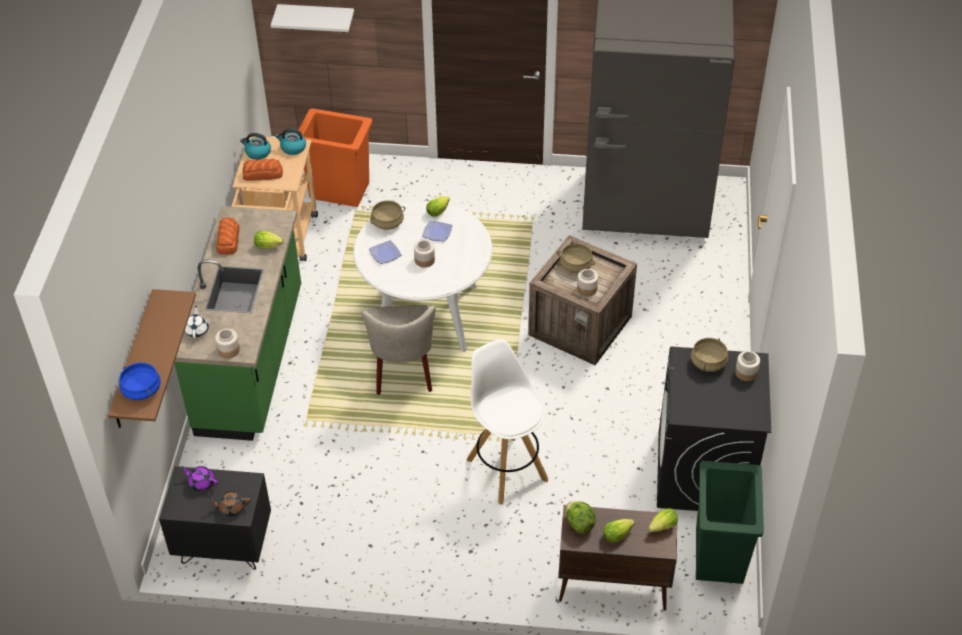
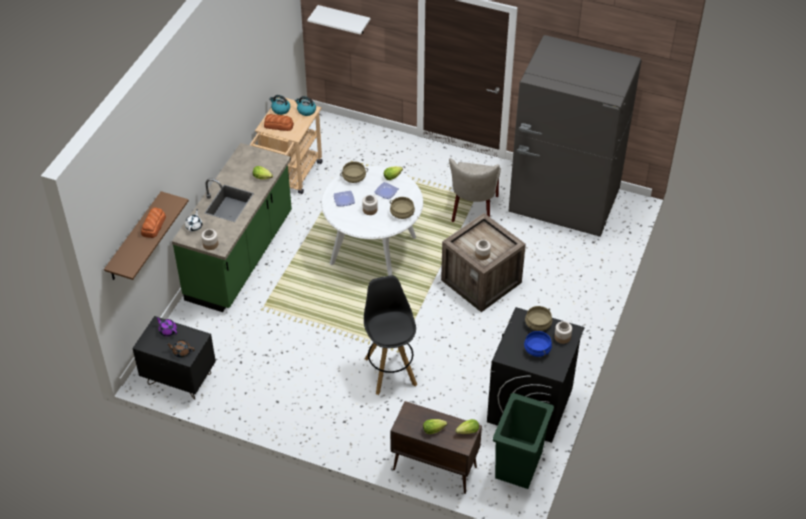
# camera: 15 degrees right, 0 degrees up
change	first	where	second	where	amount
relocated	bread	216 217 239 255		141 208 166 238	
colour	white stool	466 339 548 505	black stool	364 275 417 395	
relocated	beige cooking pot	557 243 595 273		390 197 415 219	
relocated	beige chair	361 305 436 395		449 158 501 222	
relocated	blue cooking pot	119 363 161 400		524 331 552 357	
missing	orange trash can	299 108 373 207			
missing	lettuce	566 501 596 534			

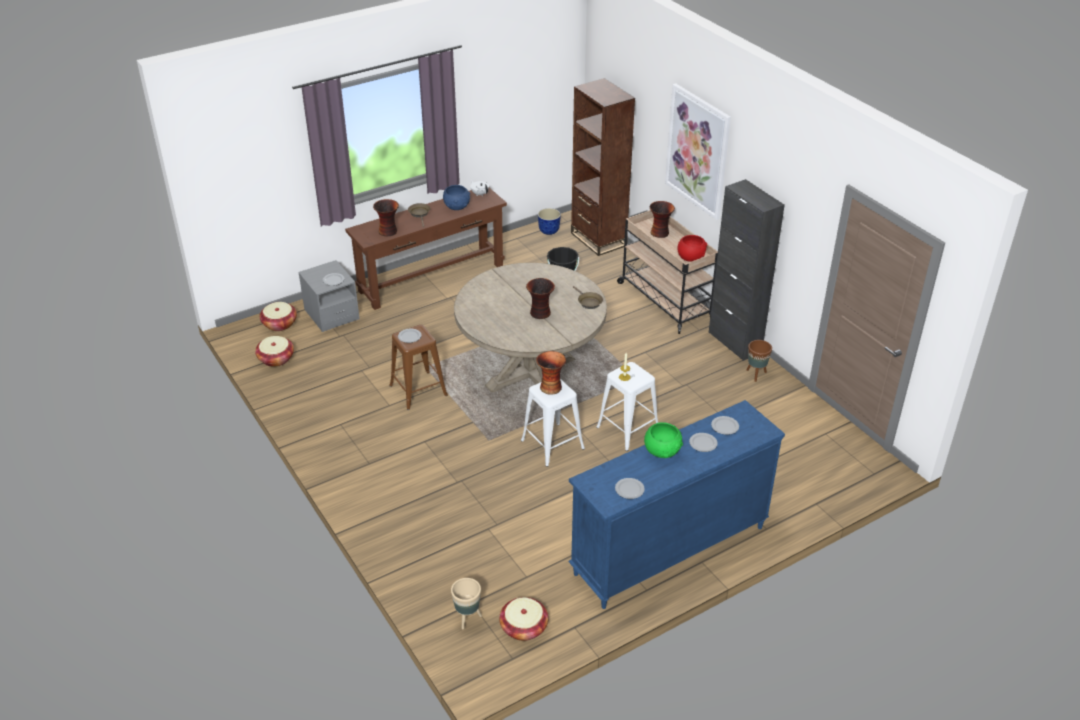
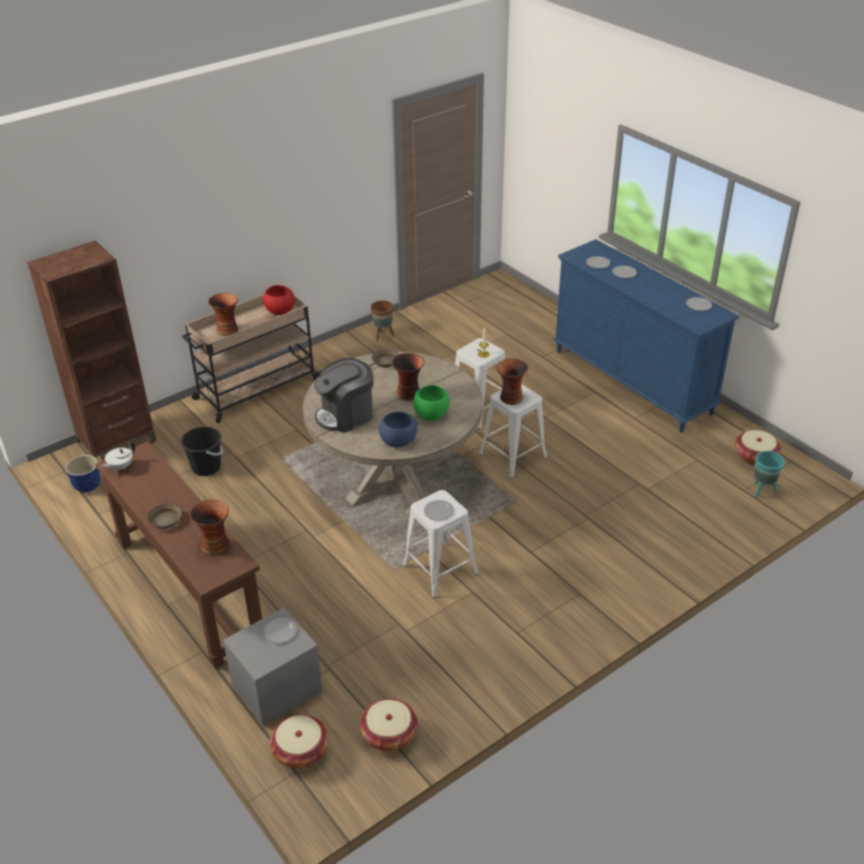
# camera: 95 degrees left, 0 degrees up
change	first	where	second	where	amount
appeared			coffee machine	314 358 373 433	
relocated	blue bowl	443 185 470 210		379 411 418 447	
colour	brown stool	390 325 448 410	white stool	402 490 478 598	
relocated	green bowl	644 422 683 458		413 385 450 421	
colour	beige planter	451 578 482 629	turquoise planter	754 451 785 498	
missing	picture	665 83 731 220			
missing	black cabinet	709 179 785 361			

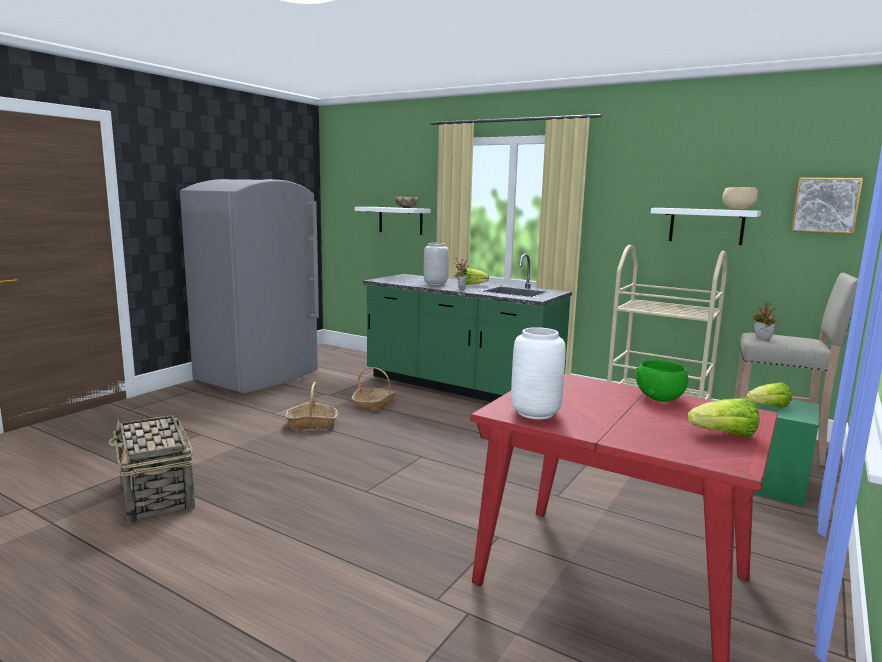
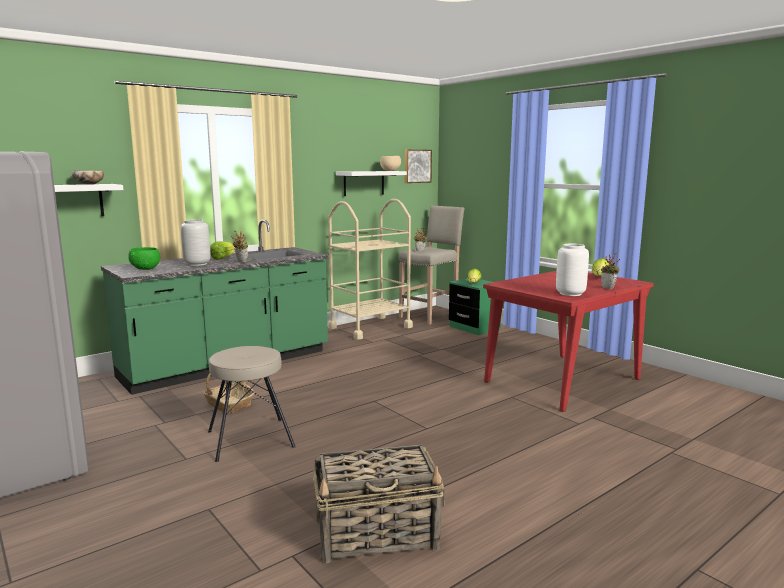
# camera: 70 degrees left, 0 degrees up
change	first	where	second	where	amount
relocated	green bowl	636 360 688 402		128 247 160 270	
exchanged	basket	286 382 338 430	beige stool	208 346 295 462	
appeared			potted plant	601 253 620 289	

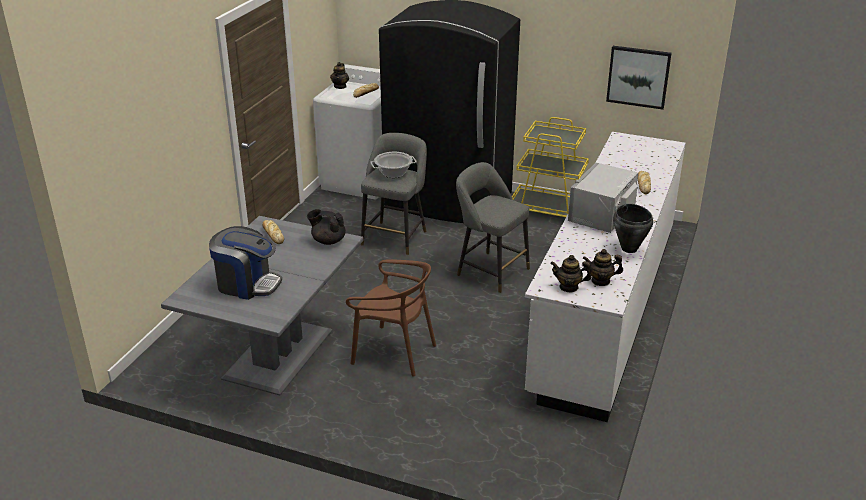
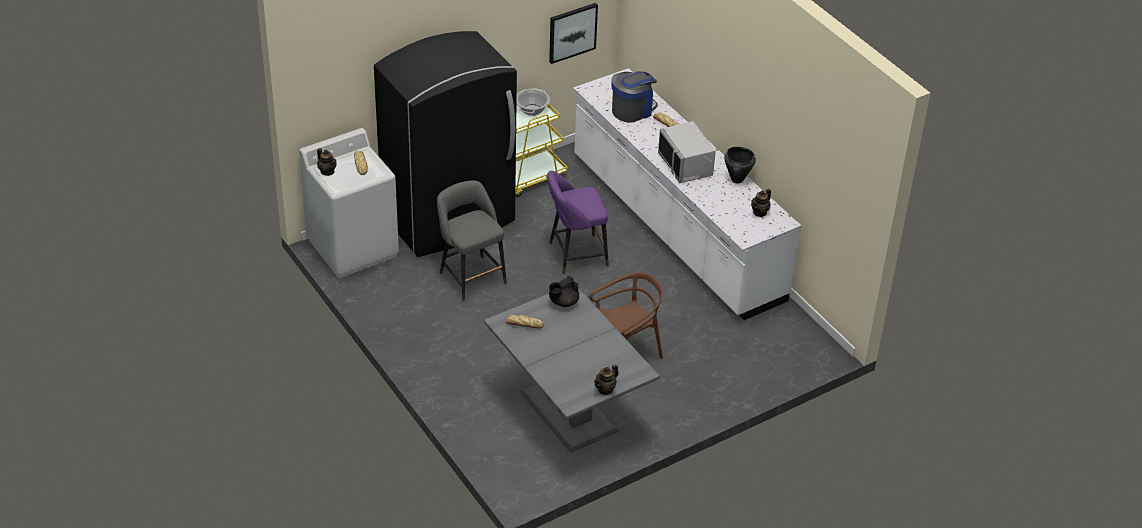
# camera: 55 degrees left, 10 degrees up
change	first	where	second	where	amount
relocated	cooking pot	370 152 417 178		516 88 550 116	
colour	grey stool	456 162 530 293	purple stool	547 171 609 274	
relocated	teapot	550 255 592 292		594 364 618 395	
relocated	coffee machine	209 226 282 300		611 71 658 123	

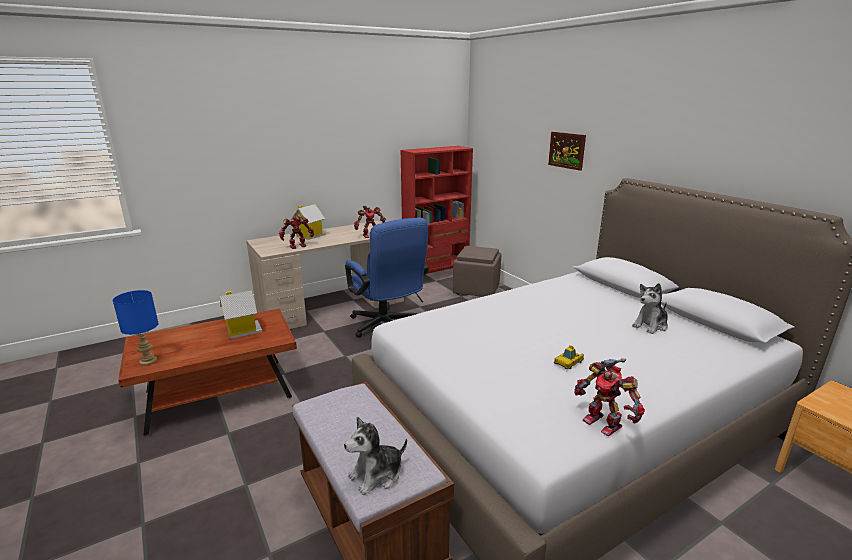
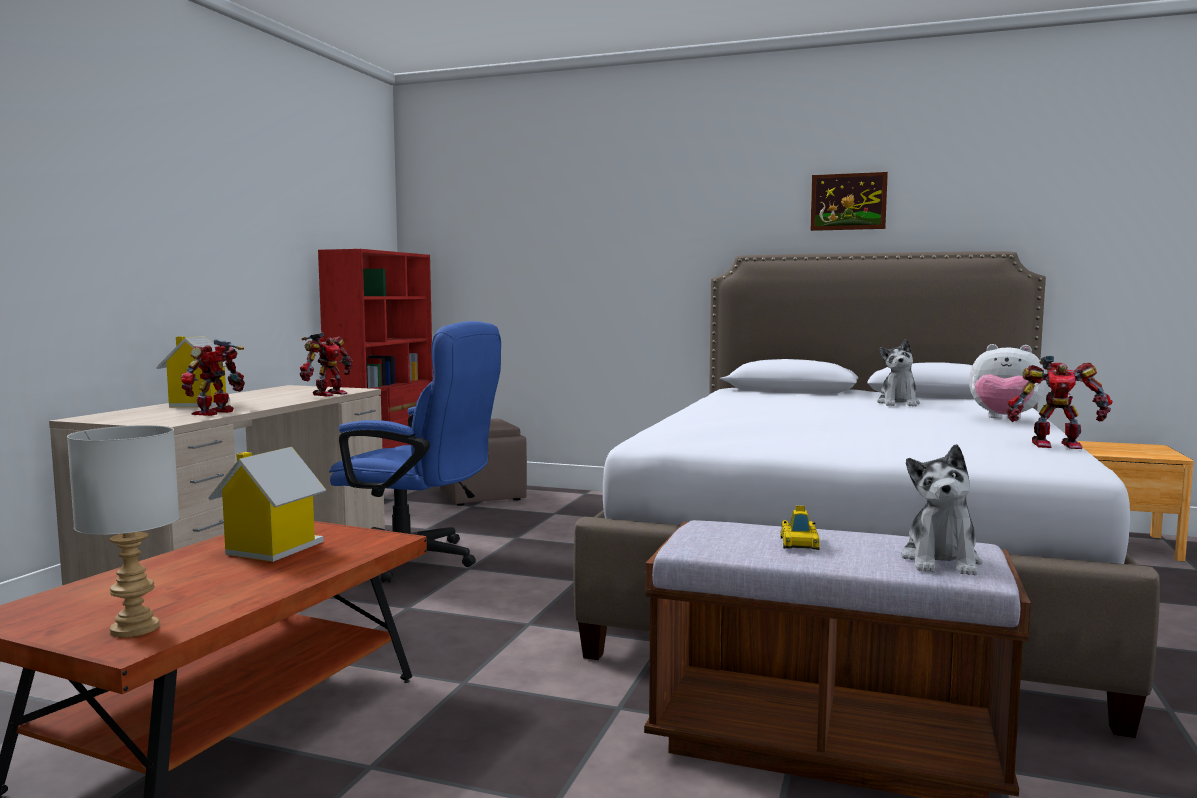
# camera: 40 degrees left, 15 degrees down
change	first	where	second	where	amount
colour	blue table lamp	113 290 159 366	grey table lamp	67 425 179 638	
relocated	toy car	554 345 584 369		780 506 820 550	
relocated	picture	548 132 586 171		811 172 888 231	
appeared			plush toy	969 344 1046 419	

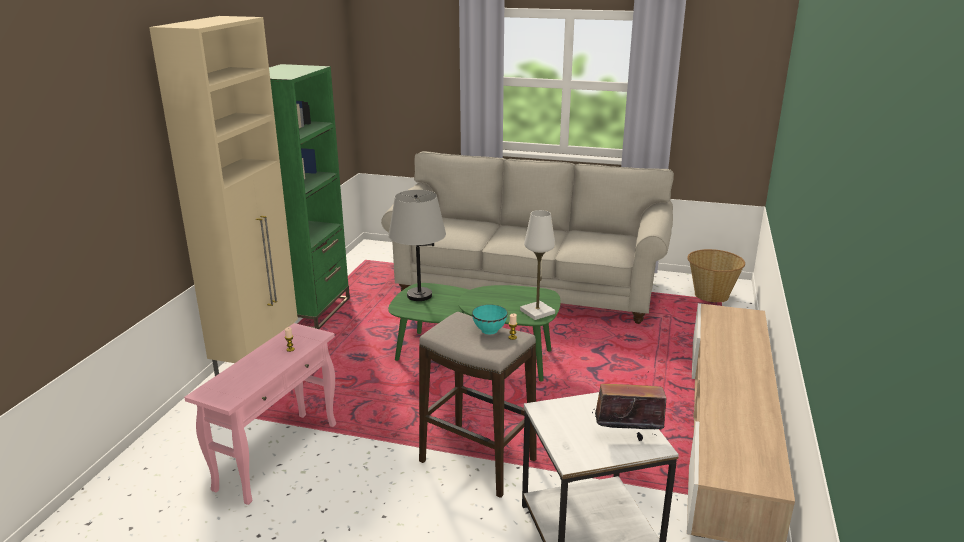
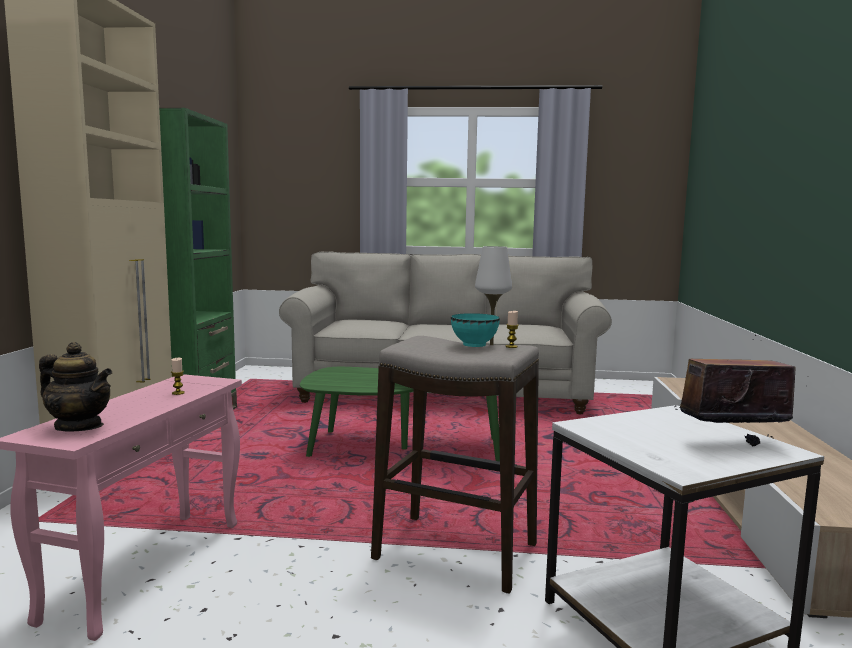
# camera: 10 degrees left, 15 degrees down
change	first	where	second	where	amount
appeared			teapot	39 342 112 432	
missing	grey table lamp	388 190 446 301			
missing	basket	687 249 745 302			

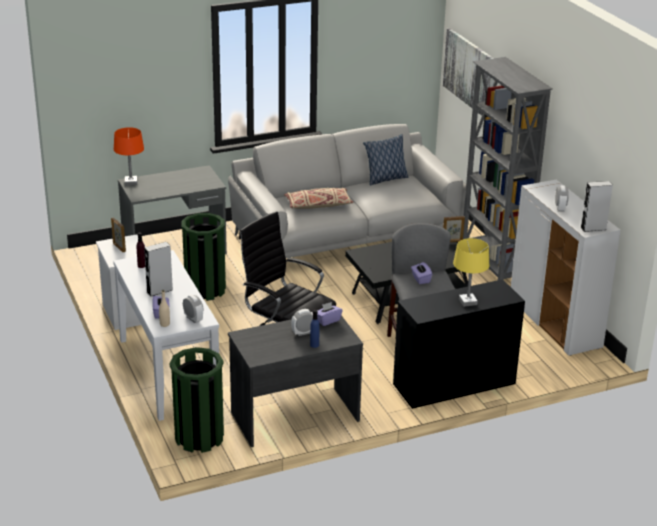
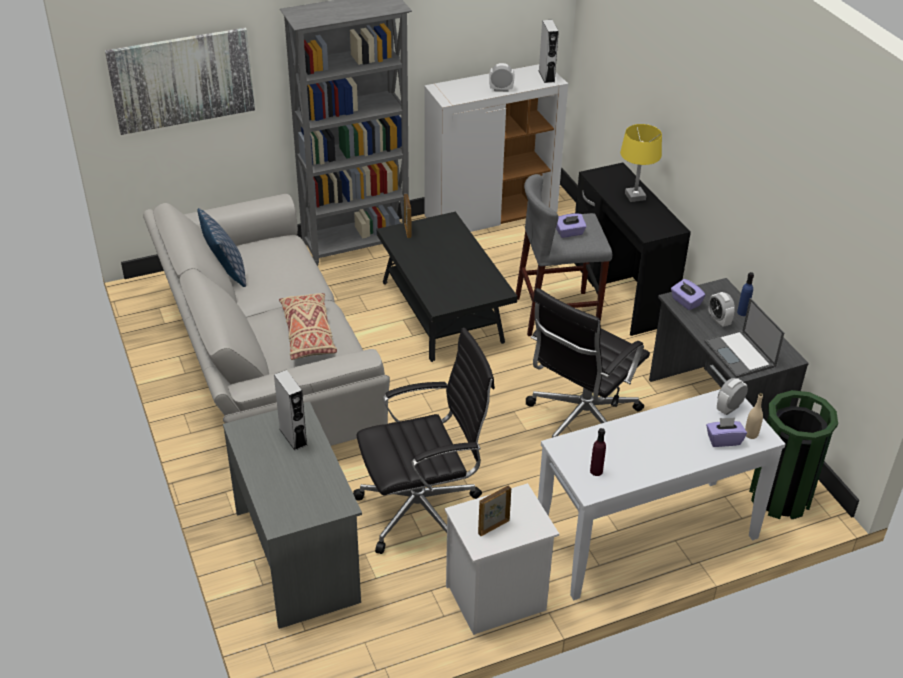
# camera: 90 degrees left, 10 degrees up
change	first	where	second	where	amount
relocated	grey speaker	144 242 173 297		274 370 308 451	
exchanged	green trash can	181 213 226 301	black office chair	353 328 495 554	
appeared			laptop	704 298 784 378	
missing	orange table lamp	114 127 144 185			

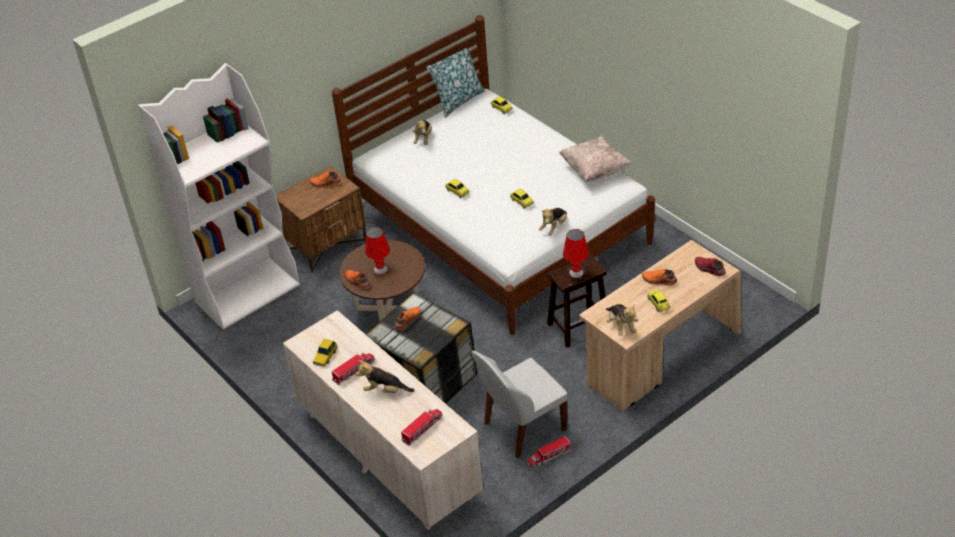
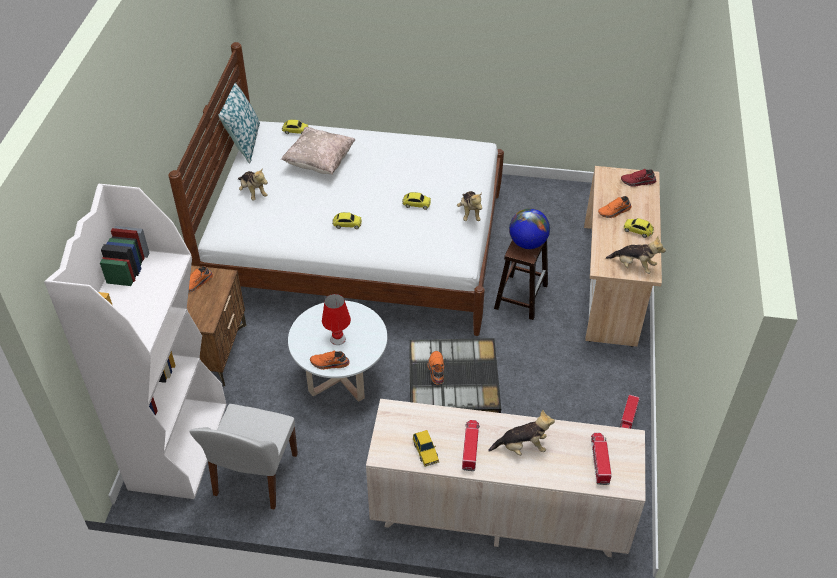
# camera: 45 degrees left, 5 degrees up
change	first	where	second	where	amount
relocated	white chair	471 351 567 458		189 404 298 510	
relocated	beige pillow	559 136 632 182		281 127 355 174	
colour	brown coffee table	339 240 425 322	white coffee table	288 301 387 402	
spun	plush toy	355 360 415 393		488 409 555 456	150 degrees counterclockwise
exchanged	red table lamp	563 229 589 278	globe	509 209 550 249	

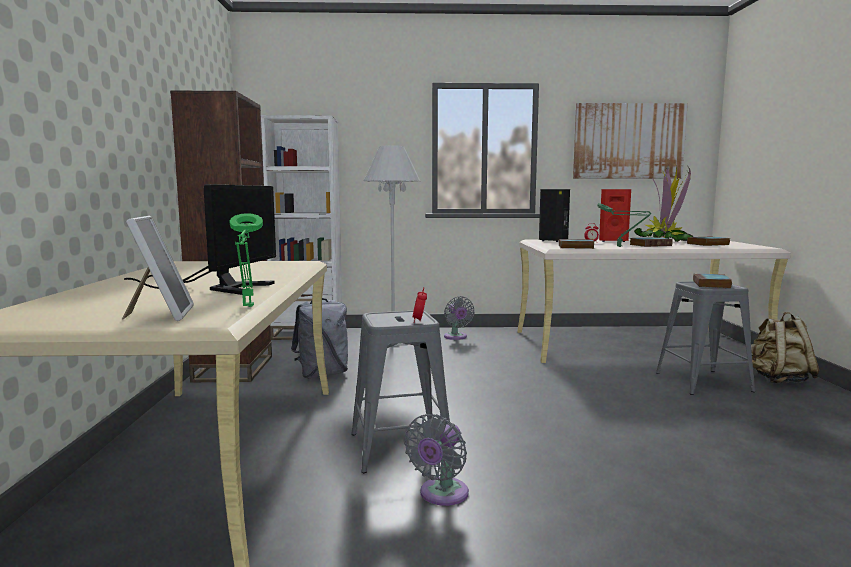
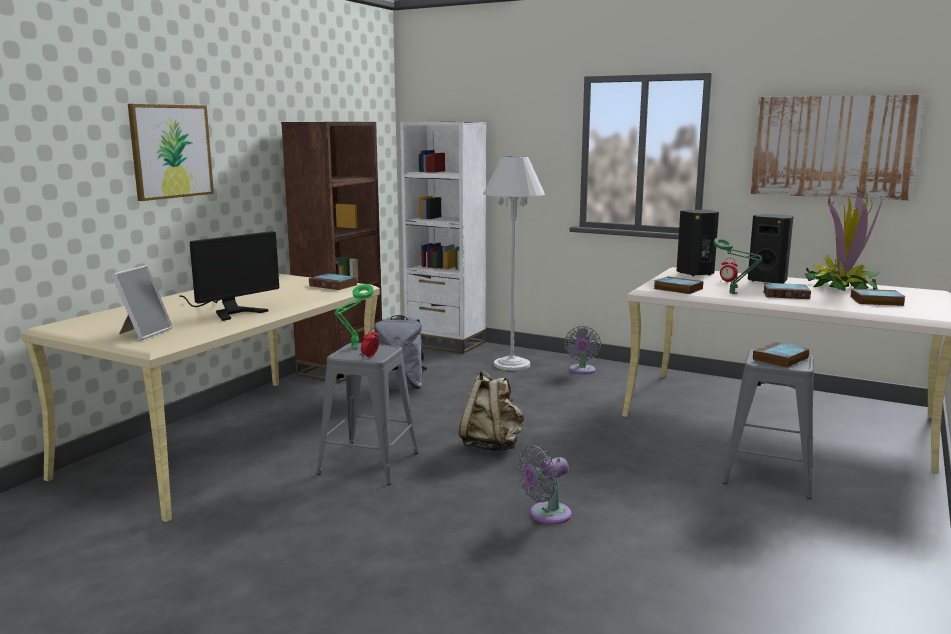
# camera: 30 degrees right, 5 degrees up
change	first	where	second	where	amount
appeared			picture	128 104 214 201	
appeared			book	309 273 357 290	
relocated	green table lamp	229 213 263 307		334 284 374 348	
relocated	beige backpack	751 312 819 383		459 370 524 452	
relocated	grey fan	404 414 469 506		517 445 572 525	
colour	red speaker	599 189 631 242	black speaker	748 214 794 284	

